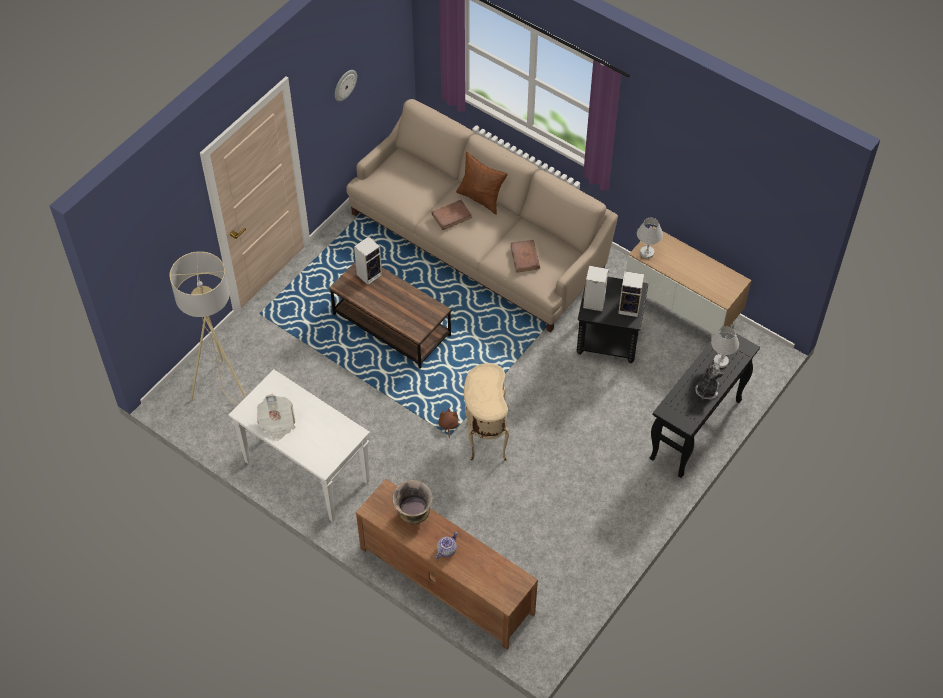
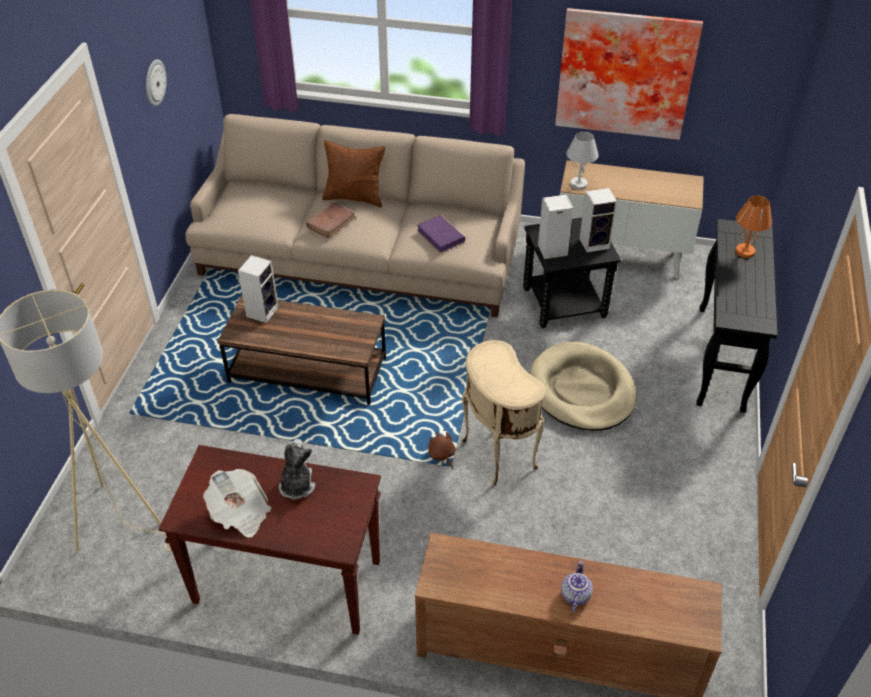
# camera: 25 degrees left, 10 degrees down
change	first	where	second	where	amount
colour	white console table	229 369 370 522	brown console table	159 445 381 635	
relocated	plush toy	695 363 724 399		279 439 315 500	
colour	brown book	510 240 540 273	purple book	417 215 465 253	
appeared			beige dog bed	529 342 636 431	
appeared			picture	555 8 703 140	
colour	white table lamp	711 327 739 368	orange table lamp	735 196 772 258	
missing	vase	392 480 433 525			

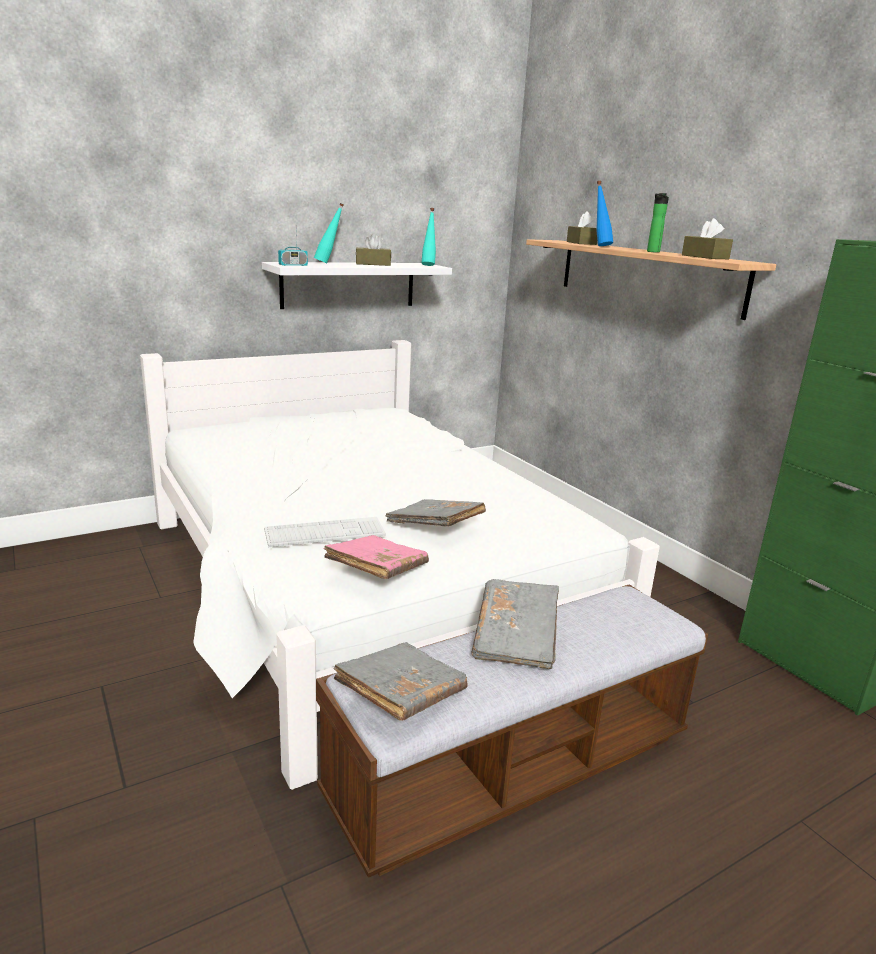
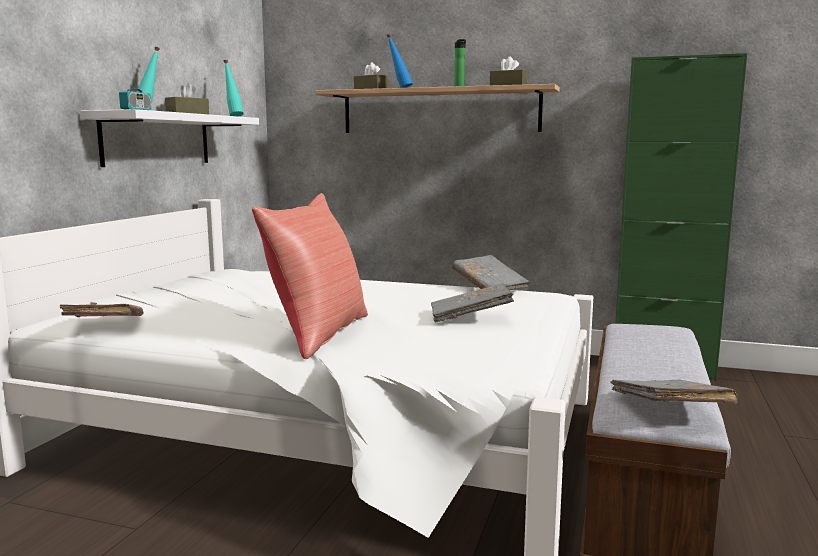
# camera: 40 degrees left, 10 degrees down
change	first	where	second	where	amount
relocated	pink book	324 535 429 579		60 304 144 317	
appeared			red pillow	252 193 368 359	
relocated	grey book	472 579 559 669		452 255 530 290	
missing	keyboard	264 517 386 547			

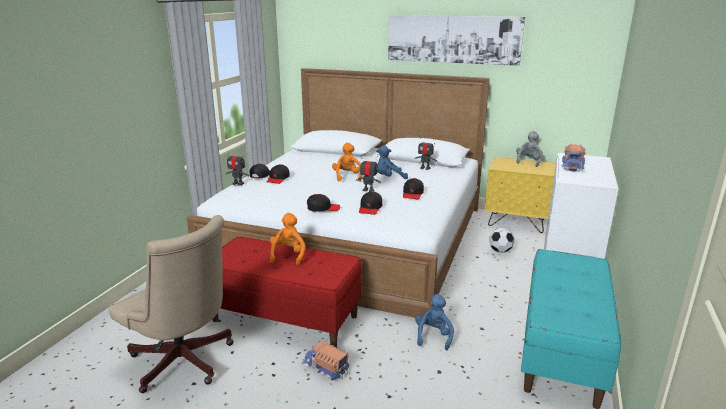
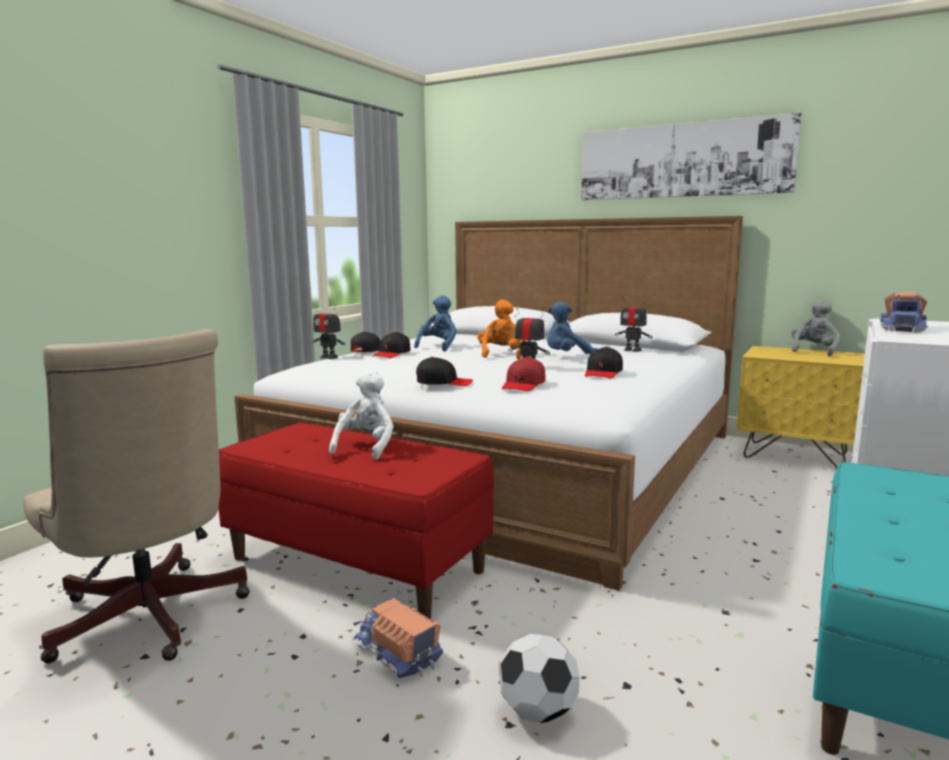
# camera: 10 degrees right, 10 degrees down
change	first	where	second	where	amount
colour	orange plush toy	270 213 305 265	white plush toy	329 370 394 460	
relocated	blue plush toy	415 294 454 350		414 295 457 352	
relocated	football	489 228 515 252		500 634 579 723	
colour	black cap	359 191 382 215	red cap	502 356 545 392	

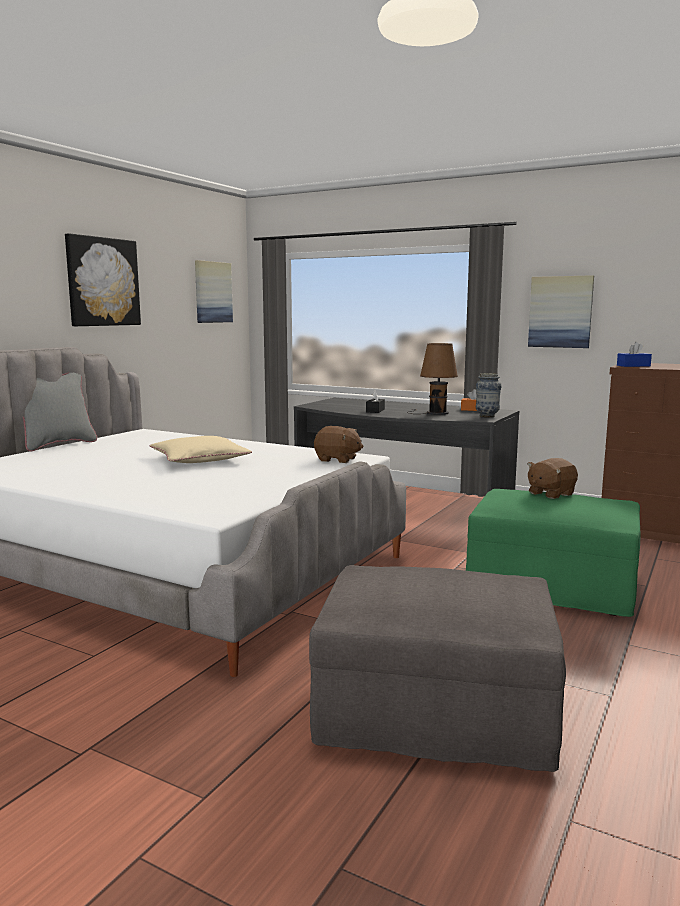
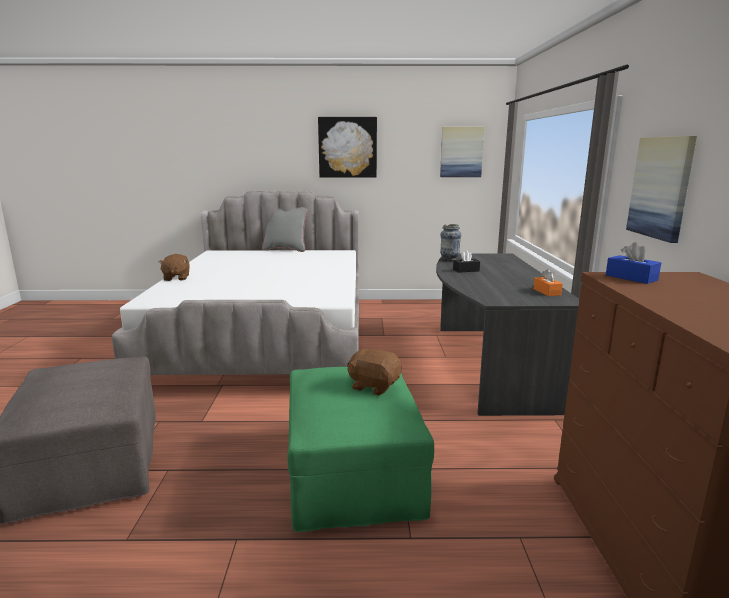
# camera: 60 degrees right, 5 degrees up
change	first	where	second	where	amount
relocated	brown plush toy	314 426 364 463		158 254 190 281	
relocated	vase	476 373 502 417		440 224 461 261	
missing	beige pillow	149 436 252 463			
missing	brown table lamp	407 343 458 415			

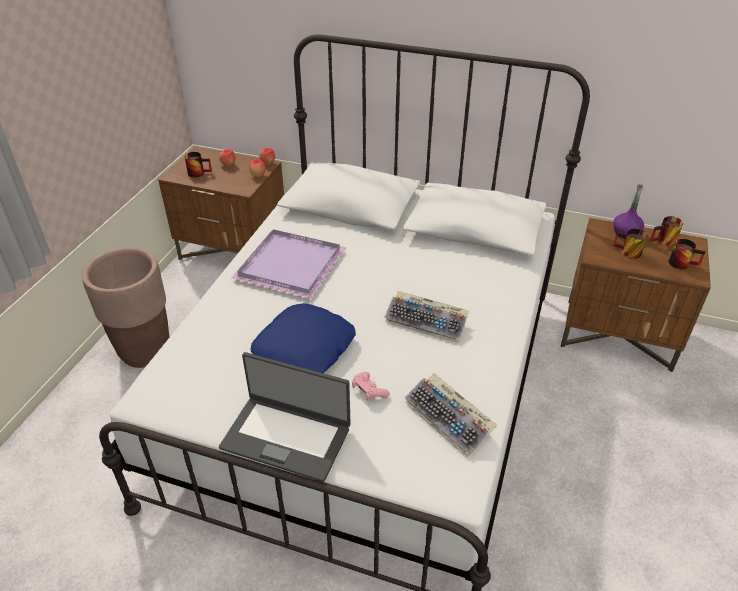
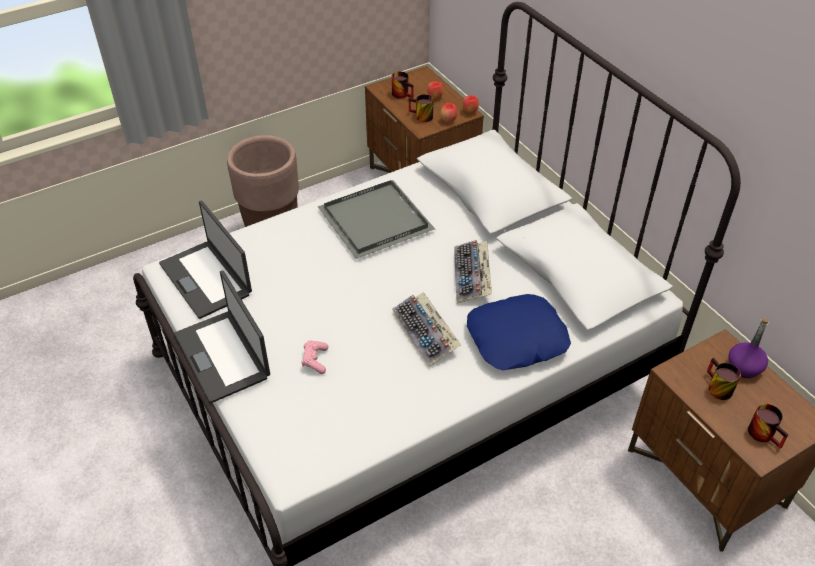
# camera: 40 degrees right, 5 degrees up
change	first	where	second	where	amount
appeared			laptop	159 201 252 319	
colour	purple tray	231 229 346 299	grey tray	318 180 435 259	
relocated	mug	650 216 683 246		409 94 434 122	
relocated	keyboard	404 373 497 457		454 240 492 303	
relocated	blue pillow	250 303 356 373		467 294 571 370	

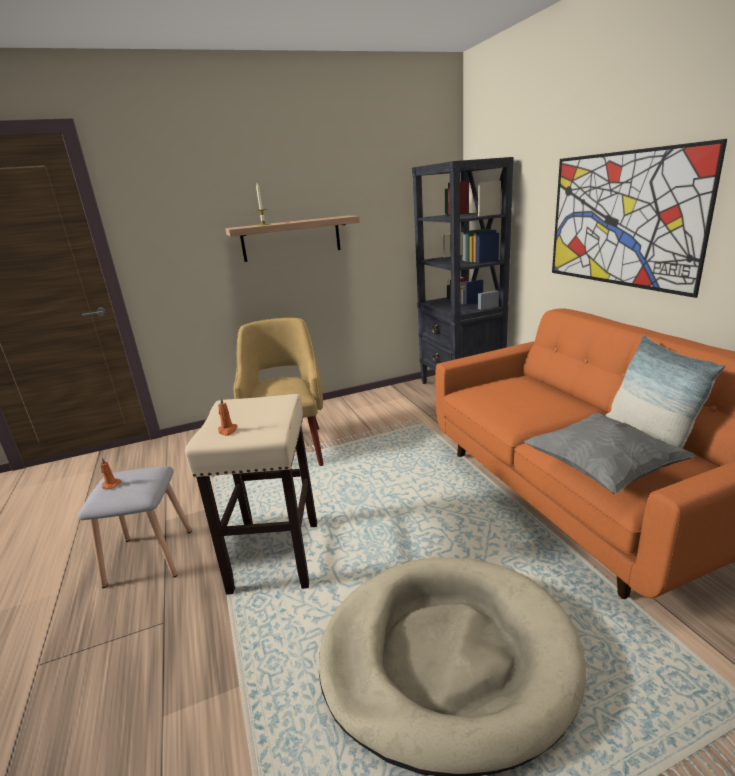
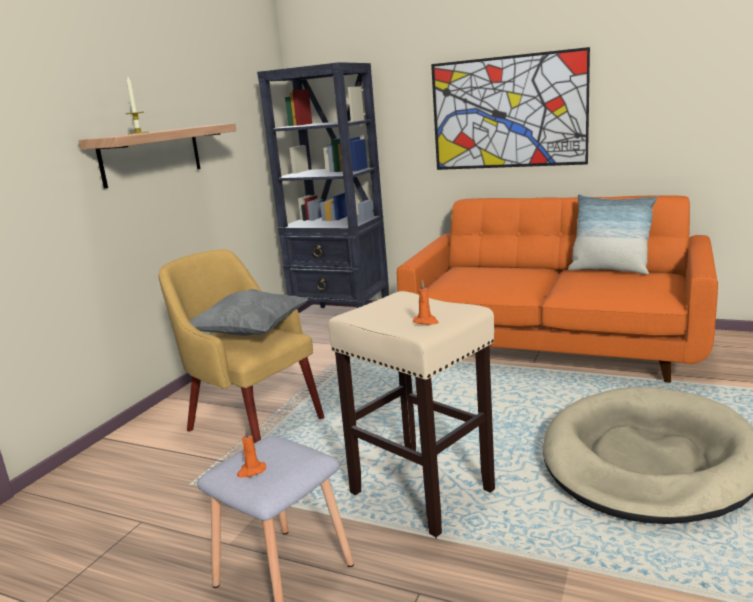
# camera: 45 degrees left, 5 degrees down
change	first	where	second	where	amount
relocated	grey pillow	523 413 696 494		189 289 308 336	

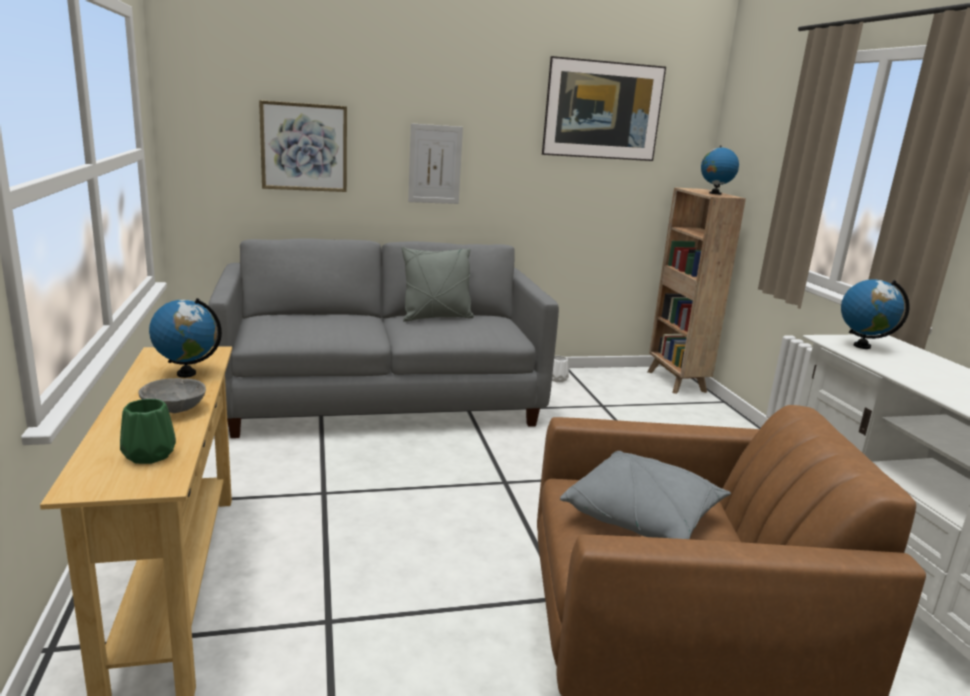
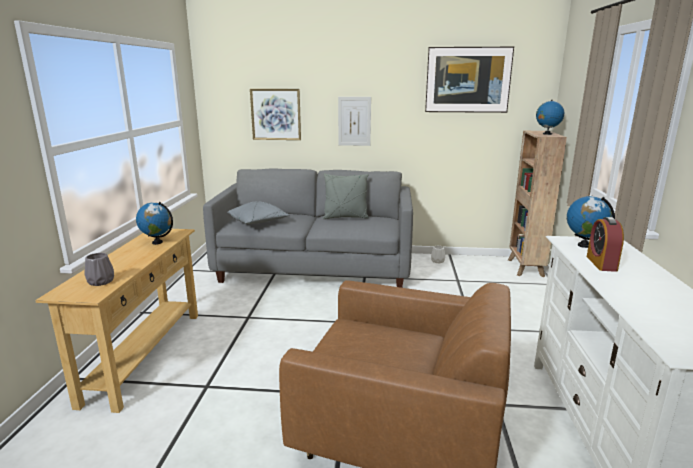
# camera: 20 degrees right, 0 degrees up
change	first	where	second	where	amount
colour	green vase	120 399 176 464	grey vase	85 253 114 286	
relocated	grey pillow	560 451 731 539		227 201 289 224	
appeared			alarm clock	587 217 624 272	
missing	grey bowl	138 378 206 413			

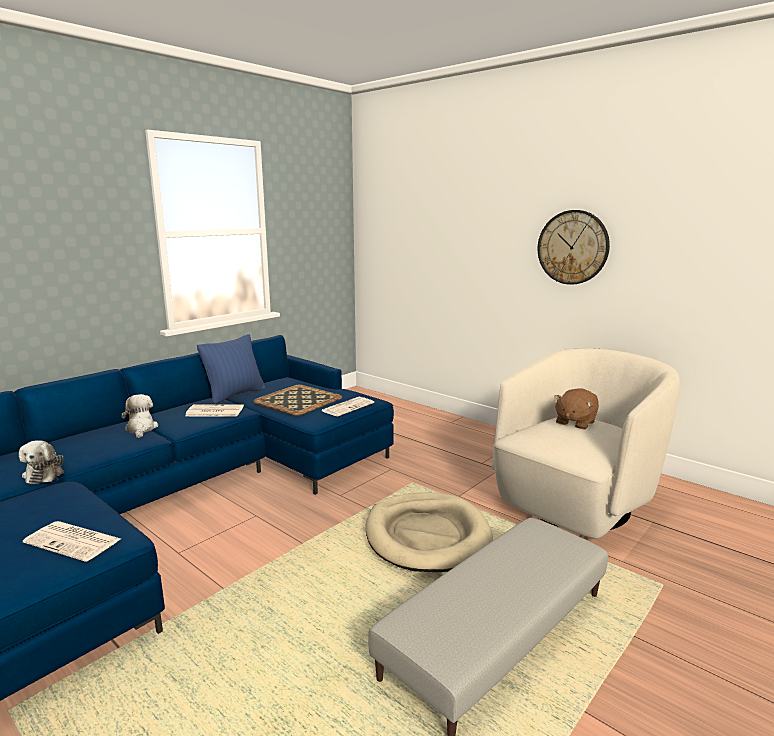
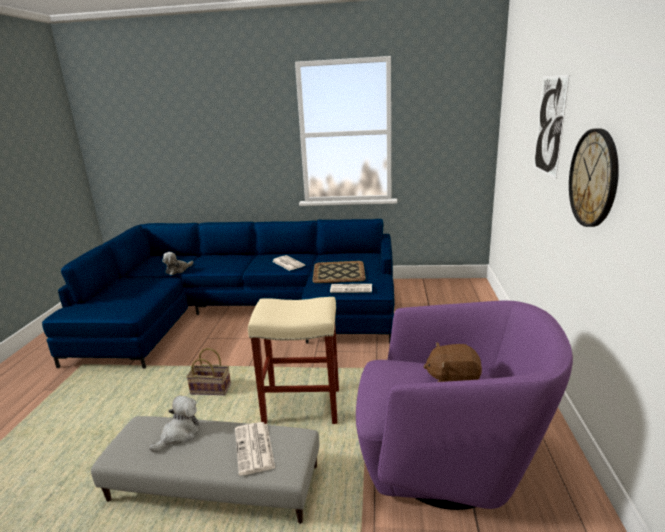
# camera: 55 degrees right, 5 degrees up
change	first	where	second	where	amount
relocated	plush toy	121 394 158 438		149 395 199 452	
appeared			basket	186 348 231 395	
relocated	newspaper	23 521 121 562		235 422 275 476	
exchanged	beige dog bed	366 492 493 572	beige stool	248 297 339 424	
colour	beige armchair	491 348 680 539	purple armchair	356 301 573 510	
appeared			picture	534 75 569 179	
missing	blue pillow	197 334 265 404			

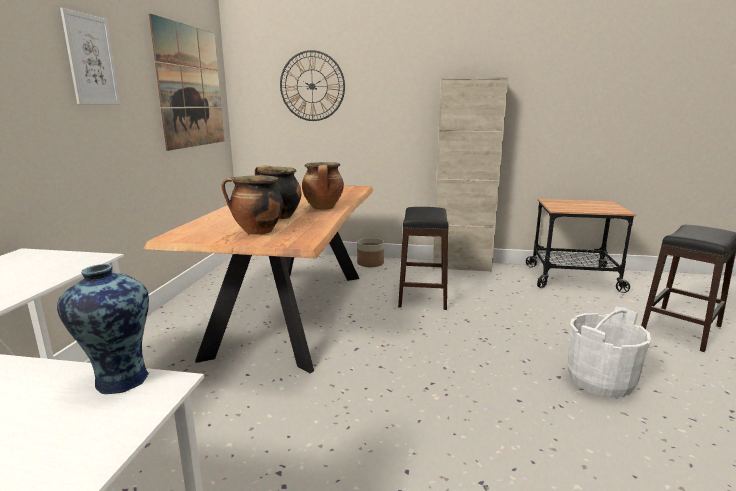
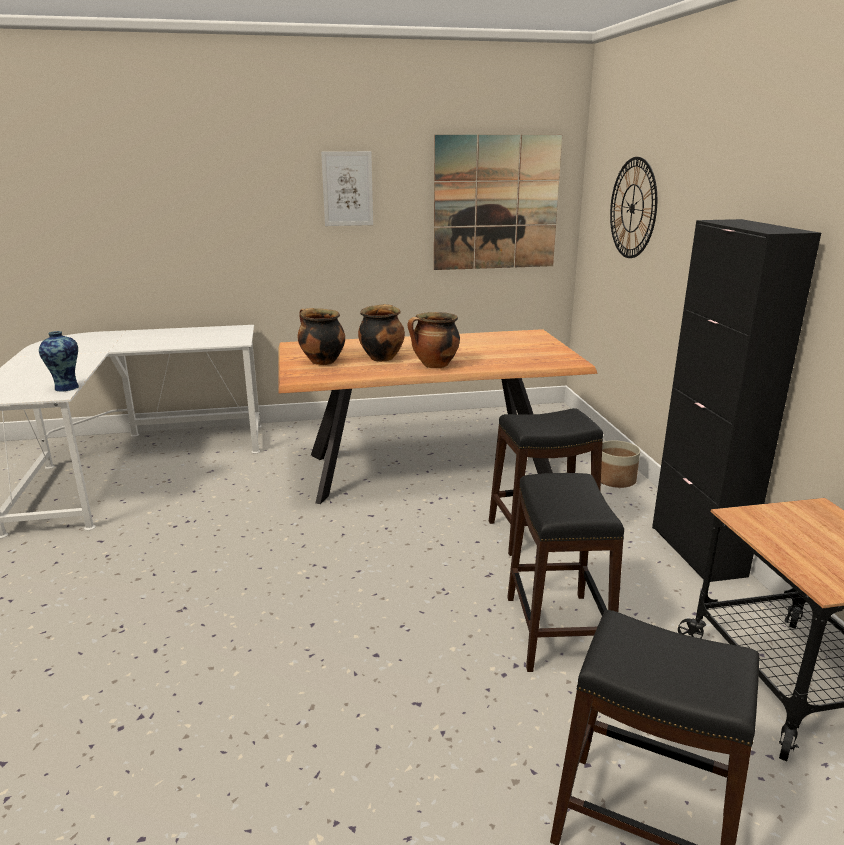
# camera: 70 degrees right, 5 degrees up
change	first	where	second	where	amount
appeared			black stool	508 473 624 672	
colour	beige cabinet	433 77 508 272	black cabinet	652 219 821 582	
missing	white bucket	567 307 651 397			

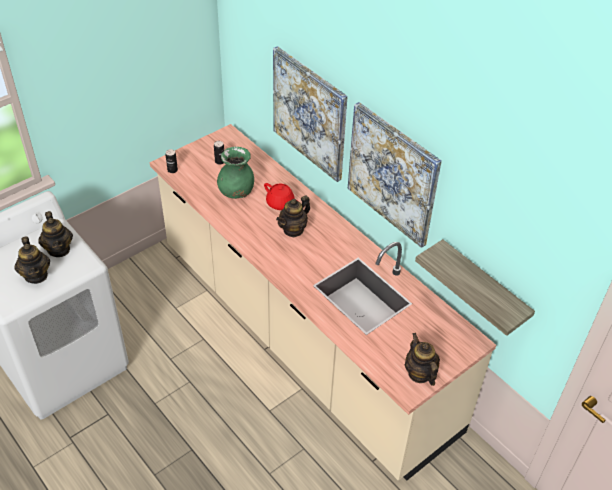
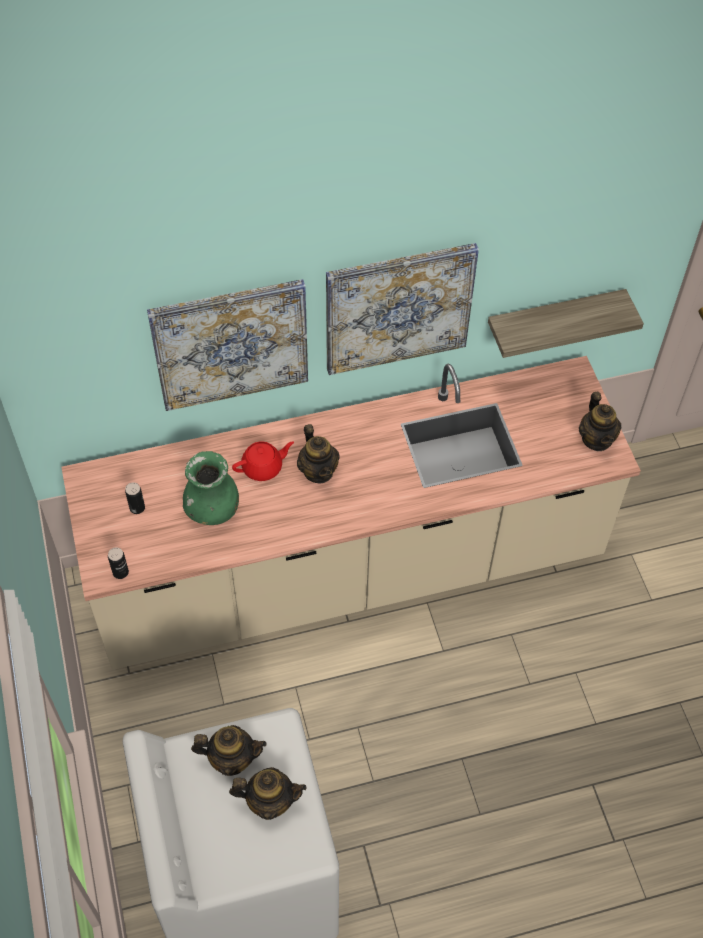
# camera: 65 degrees left, 10 degrees up
change	first	where	second	where	amount
spun	teapot	405 333 440 386		579 392 622 451	105 degrees counterclockwise

